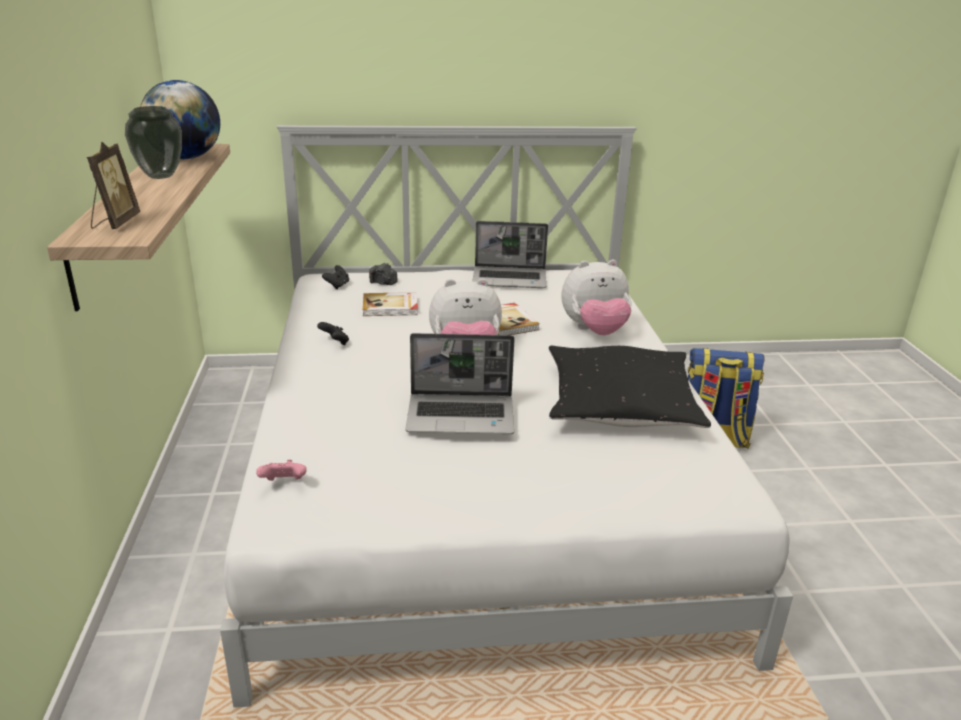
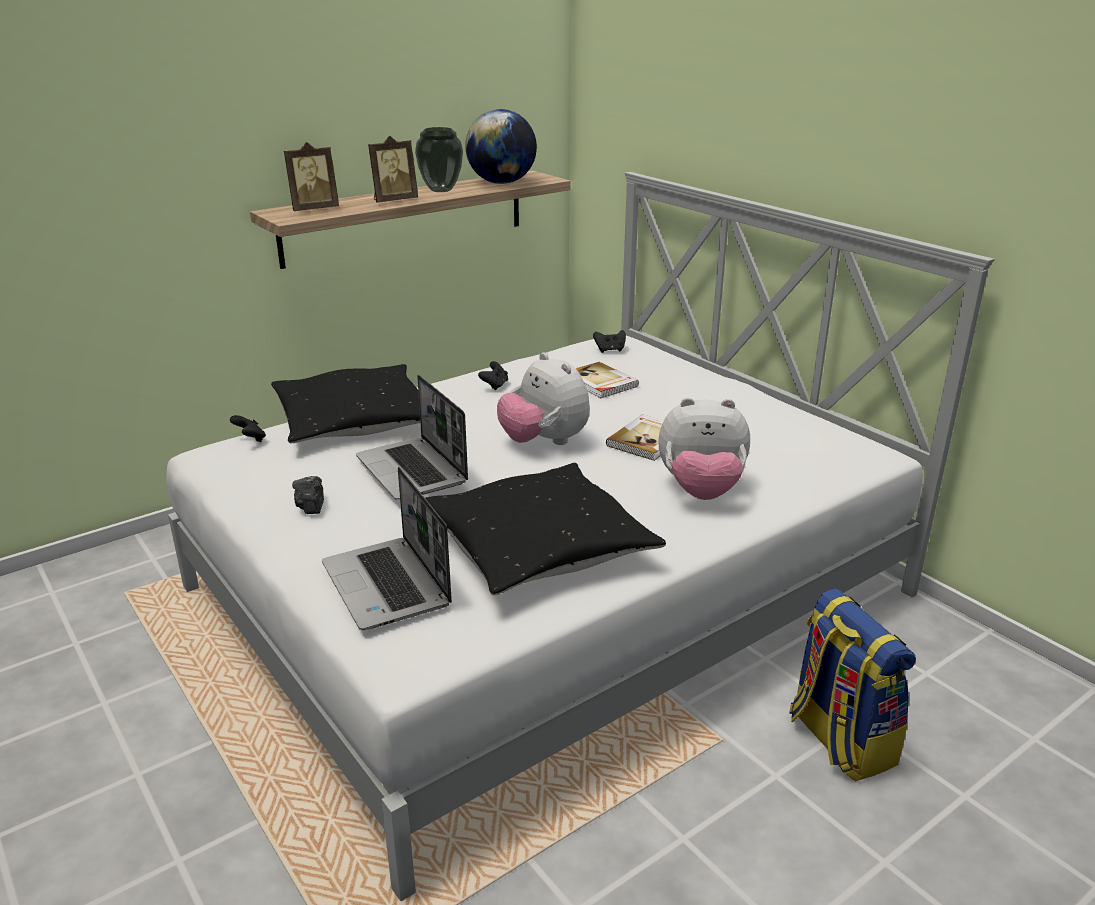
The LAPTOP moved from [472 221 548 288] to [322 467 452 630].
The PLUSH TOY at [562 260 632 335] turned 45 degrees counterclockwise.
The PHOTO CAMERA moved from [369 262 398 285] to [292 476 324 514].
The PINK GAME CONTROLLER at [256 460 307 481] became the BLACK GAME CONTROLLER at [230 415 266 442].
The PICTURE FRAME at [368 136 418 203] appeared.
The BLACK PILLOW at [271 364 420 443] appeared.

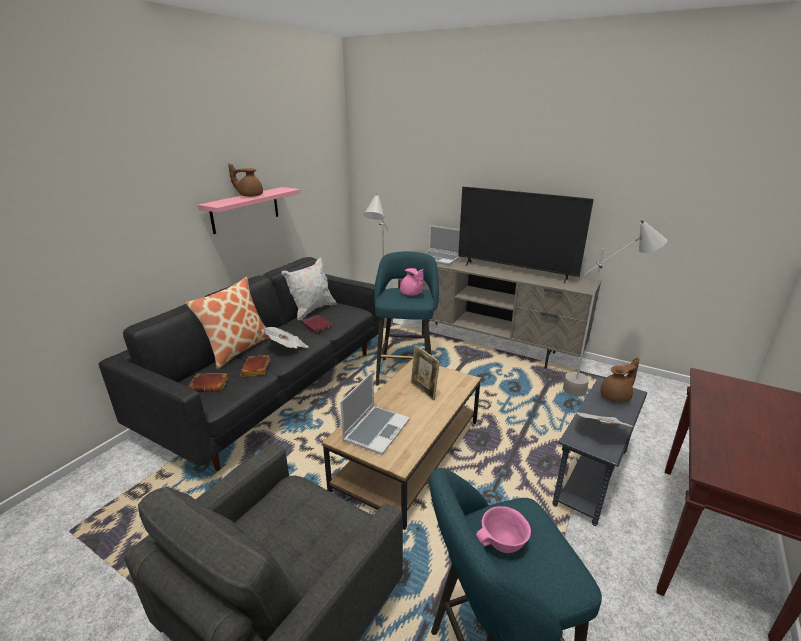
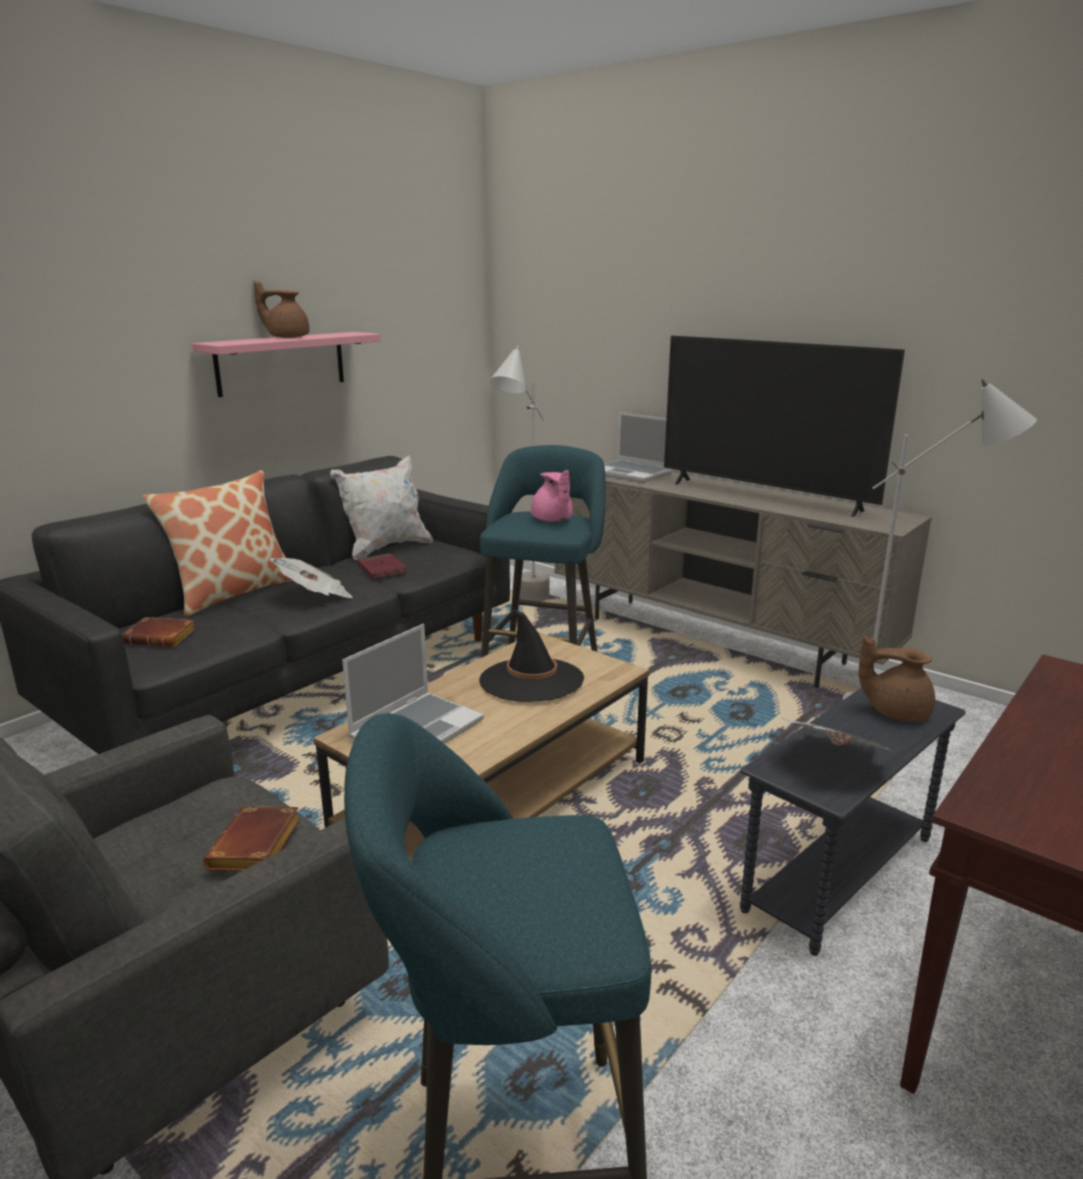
The PICTURE FRAME at [411 345 440 401] was replaced by the BLACK HAT at [479 609 584 702].
The BROWN BOOK moved from [240 355 270 377] to [203 806 301 871].
The BROWN TEAPOT at [600 357 640 403] turned 150 degrees counterclockwise.
The PINK BOWL at [476 506 531 553] disappeared.

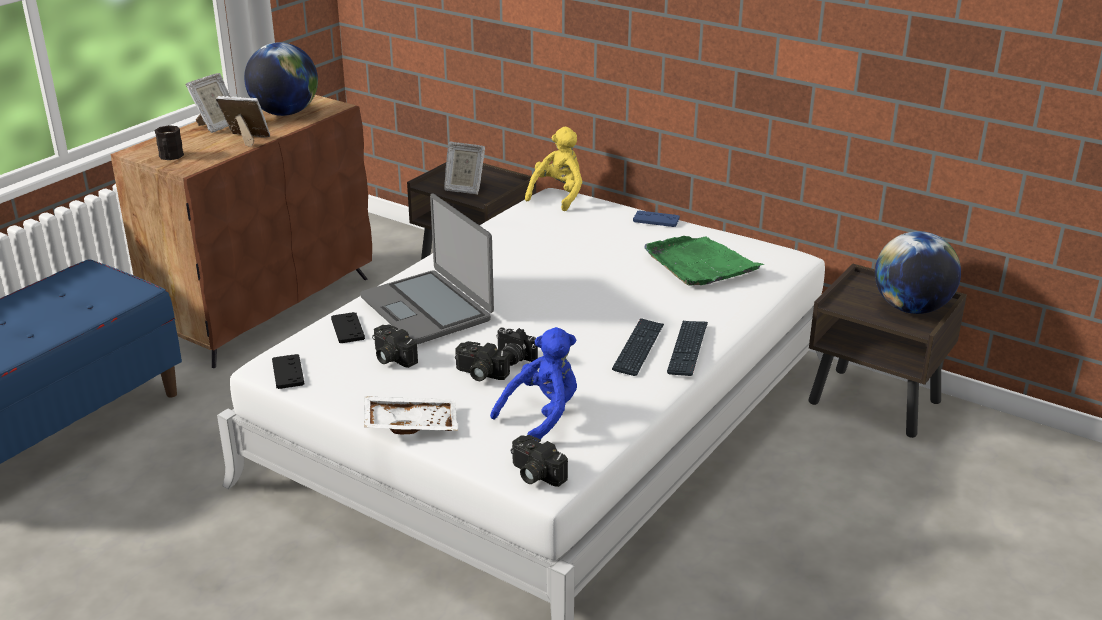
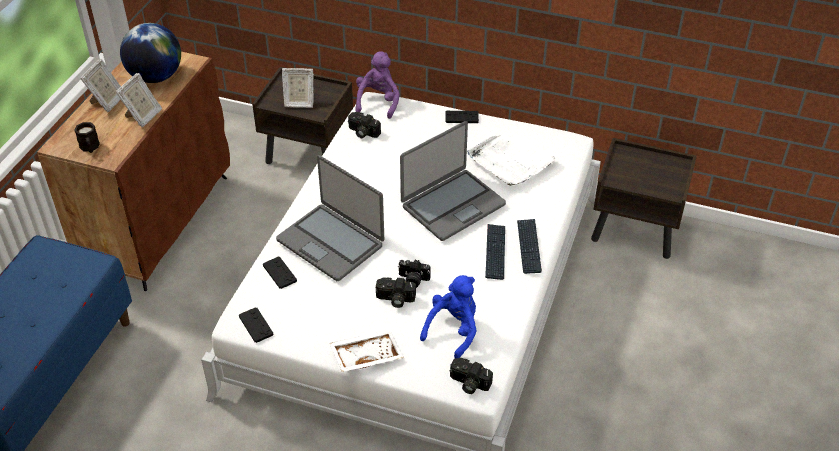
The PICTURE FRAME at [216 96 270 147] turned 120 degrees clockwise.
The YELLOW PLUSH TOY at [525 127 582 211] became the PURPLE PLUSH TOY at [355 51 400 119].
The BLUE GAME CONTROLLER at [633 210 680 227] became the BLACK GAME CONTROLLER at [445 111 479 123].
The GLOBE at [875 231 961 314] disappeared.
The GREEN TRAY at [644 236 764 286] became the WHITE TRAY at [467 132 559 186].
The PHOTO CAMERA moved from [372 325 418 368] to [348 112 381 138].
The LAPTOP at [400 121 506 241] appeared.

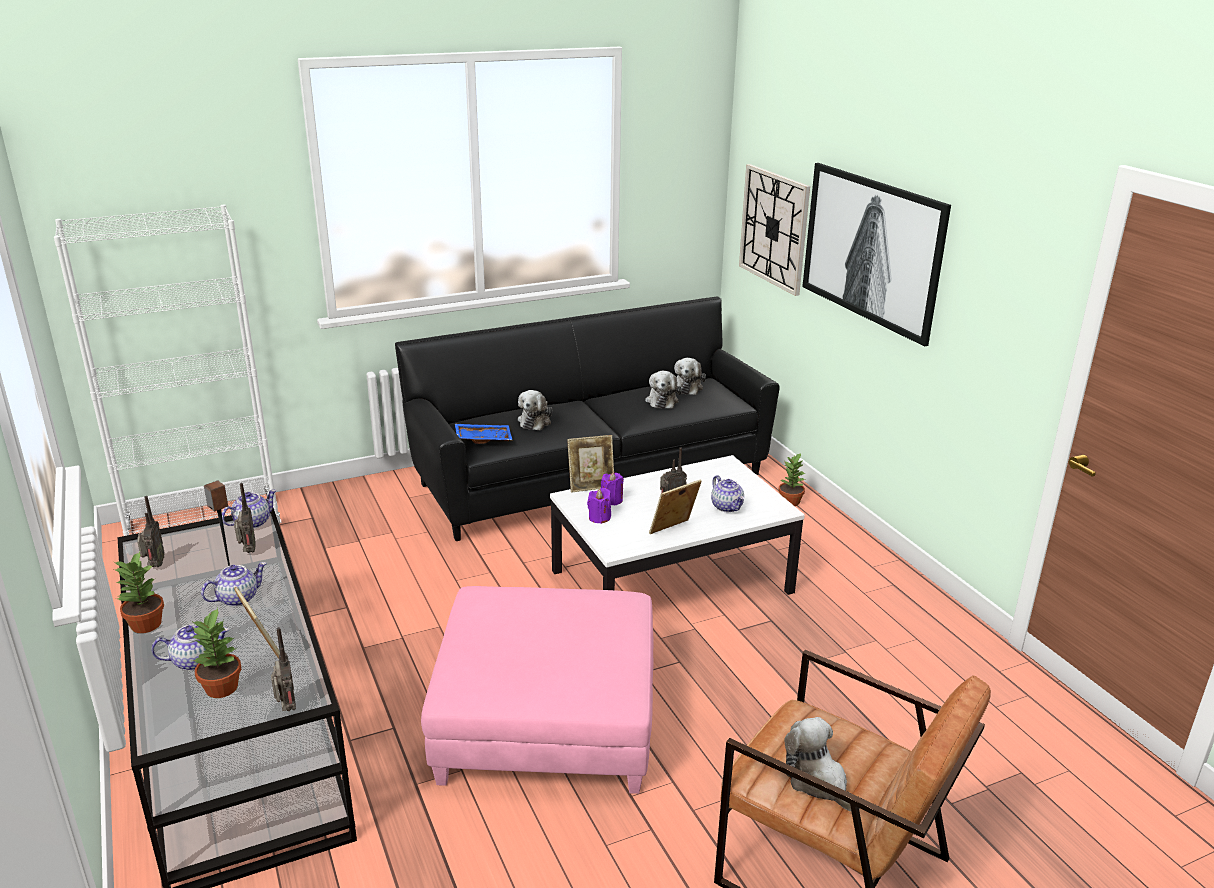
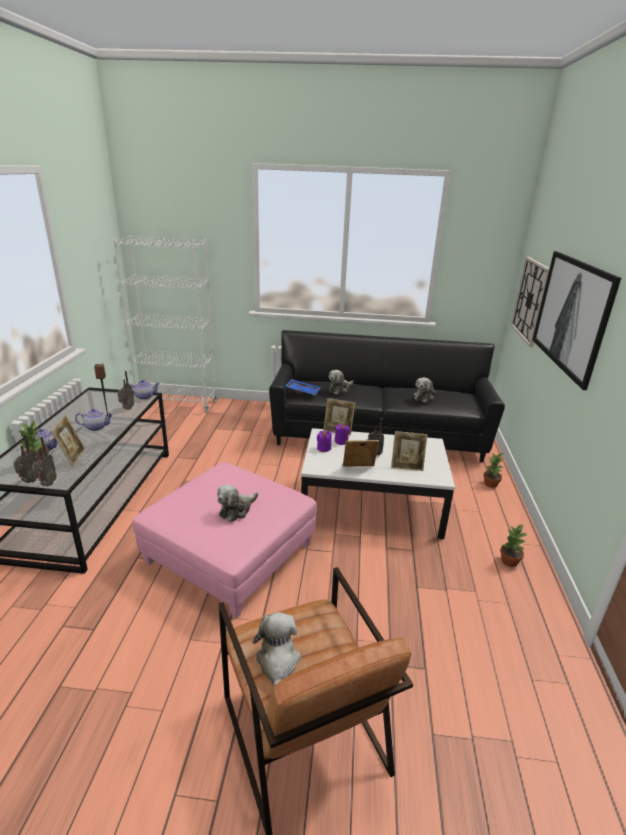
The PLUSH TOY moved from [674 358 706 395] to [217 485 258 522].
The TEAPOT at [711 475 744 512] was replaced by the PICTURE FRAME at [391 431 428 471].
The RADIO moved from [137 496 165 567] to [13 434 38 483].
The POTTED PLANT moved from [114 551 164 633] to [500 524 528 567].

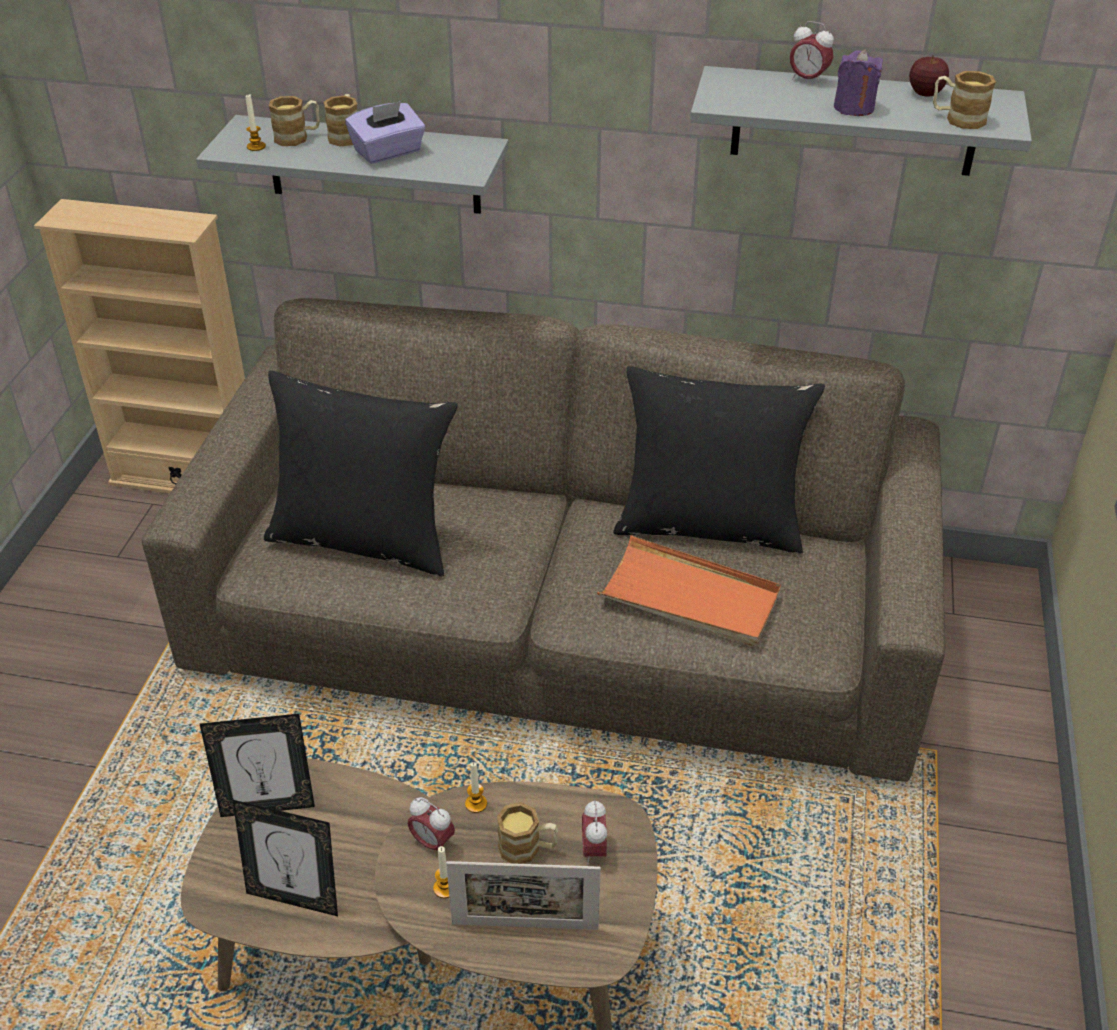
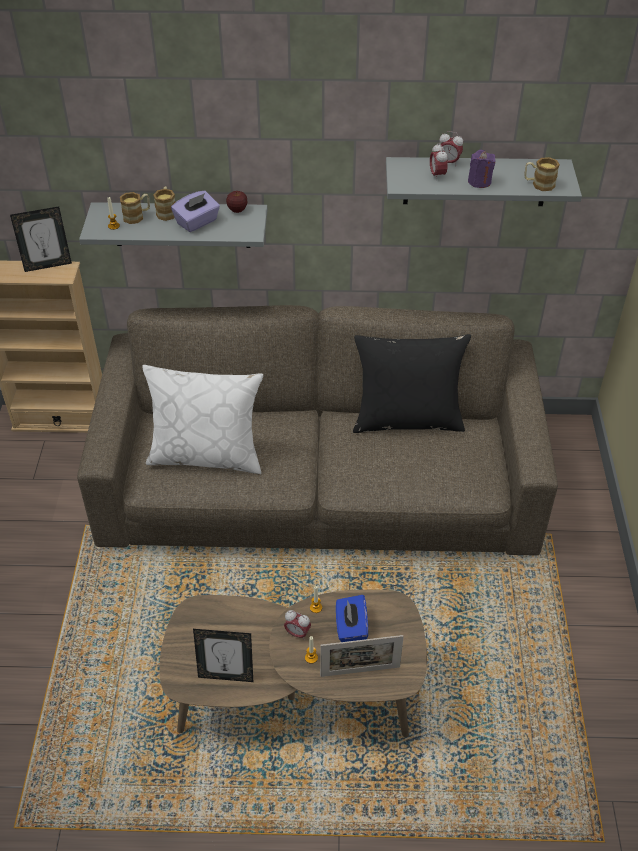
The APPLE moved from [909 55 949 97] to [226 191 247 213].
The BLACK PILLOW at [264 371 458 577] became the WHITE PILLOW at [142 365 263 474].
The ORANGE TRAY at [597 535 781 646] disappeared.
The PICTURE FRAME moved from [200 714 315 817] to [10 206 72 272].
The ALARM CLOCK moved from [582 800 607 865] to [430 143 448 181].
The MUG at [497 802 558 864] was replaced by the BLUE TISSUE BOX at [336 595 368 642].

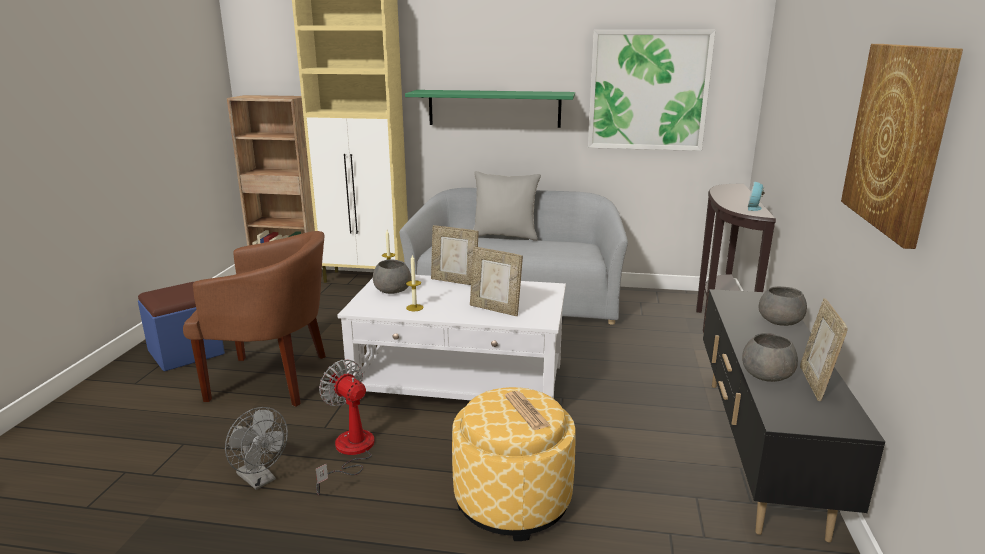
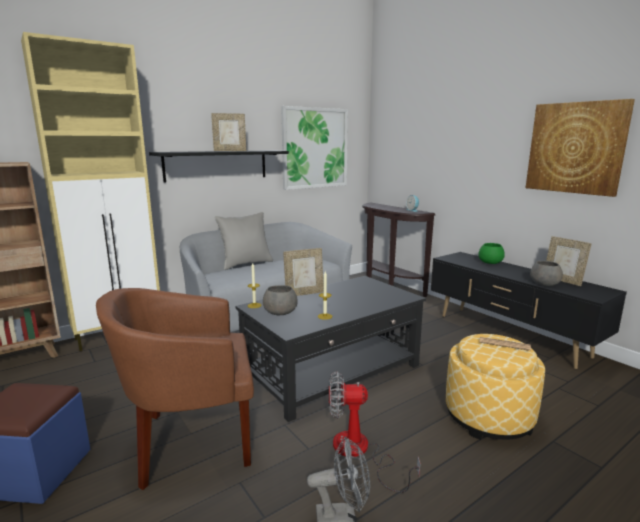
The GREEN SHELF at [405 90 575 128] became the BLACK SHELF at [149 150 289 183].
The BROWN ARMCHAIR at [183 231 326 407] turned 150 degrees counterclockwise.
The PICTURE FRAME moved from [470 246 523 316] to [211 113 246 151].
The WHITE COFFEE TABLE at [337 275 566 400] became the BLACK COFFEE TABLE at [235 276 426 422].
The GREY BOWL at [759 286 807 326] became the GREEN BOWL at [478 243 505 264].

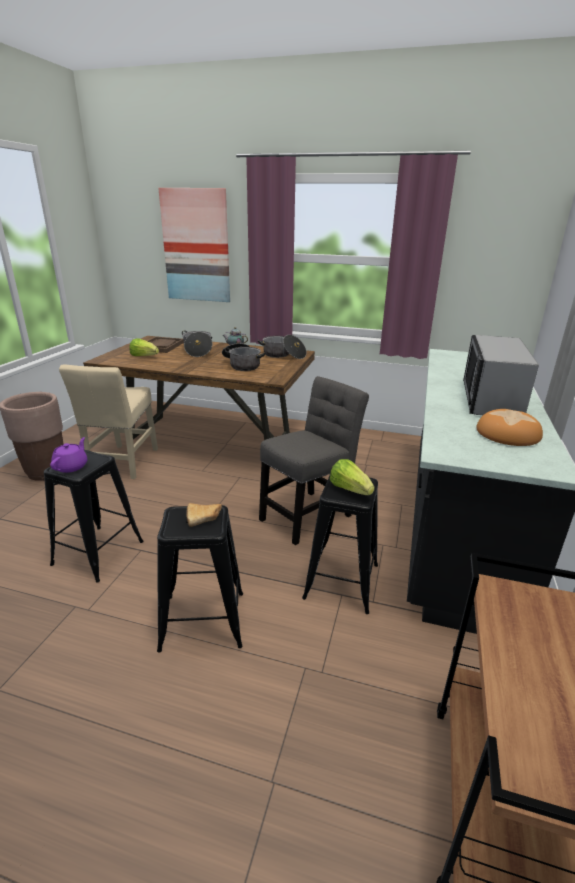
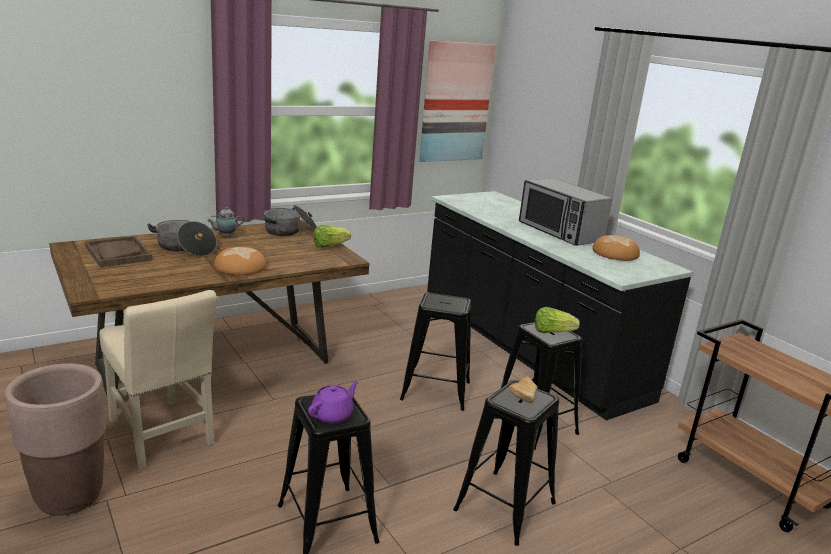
The PICTURE moved from [158 188 230 302] to [419 41 496 162].
The LETTUCE moved from [129 338 159 356] to [313 225 351 248].
The COOKING POT at [222 343 266 371] disappeared.
The GREY CHAIR at [259 376 369 545] was replaced by the BLACK STOOL at [400 293 471 411].
The PURPLE TEAPOT at [50 437 87 473] turned 75 degrees clockwise.
The BREAD at [214 246 266 275] appeared.

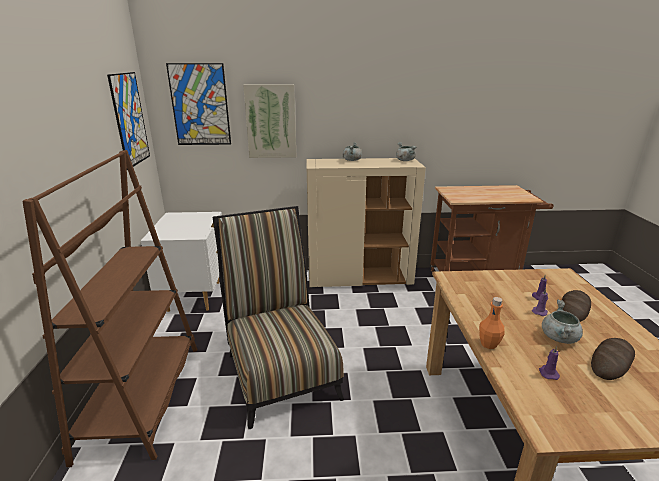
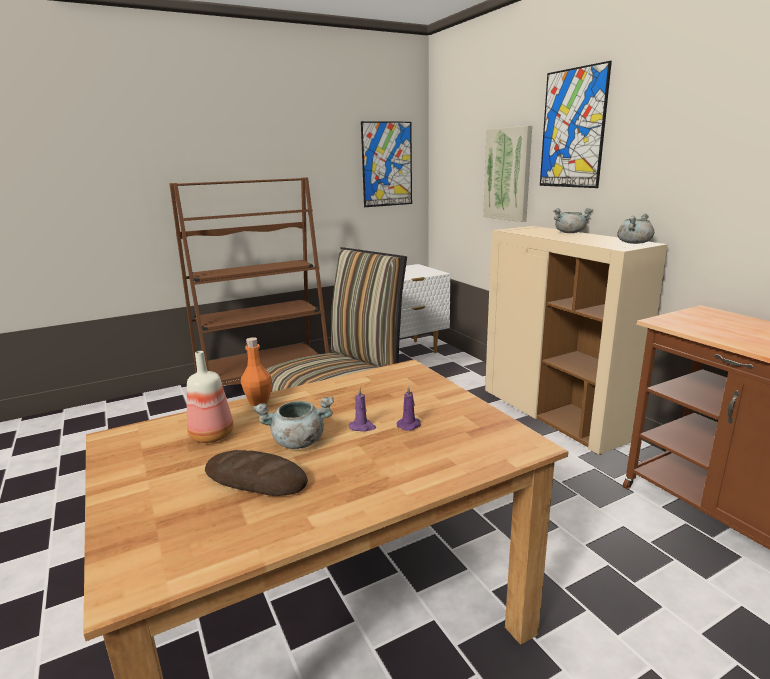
The PICTURE moved from [166 63 231 145] to [540 61 612 188].
The BREAD at [561 290 591 322] disappeared.
The PURPLE CANDLE at [539 346 560 380] was replaced by the BOTTLE at [187 351 234 443].

